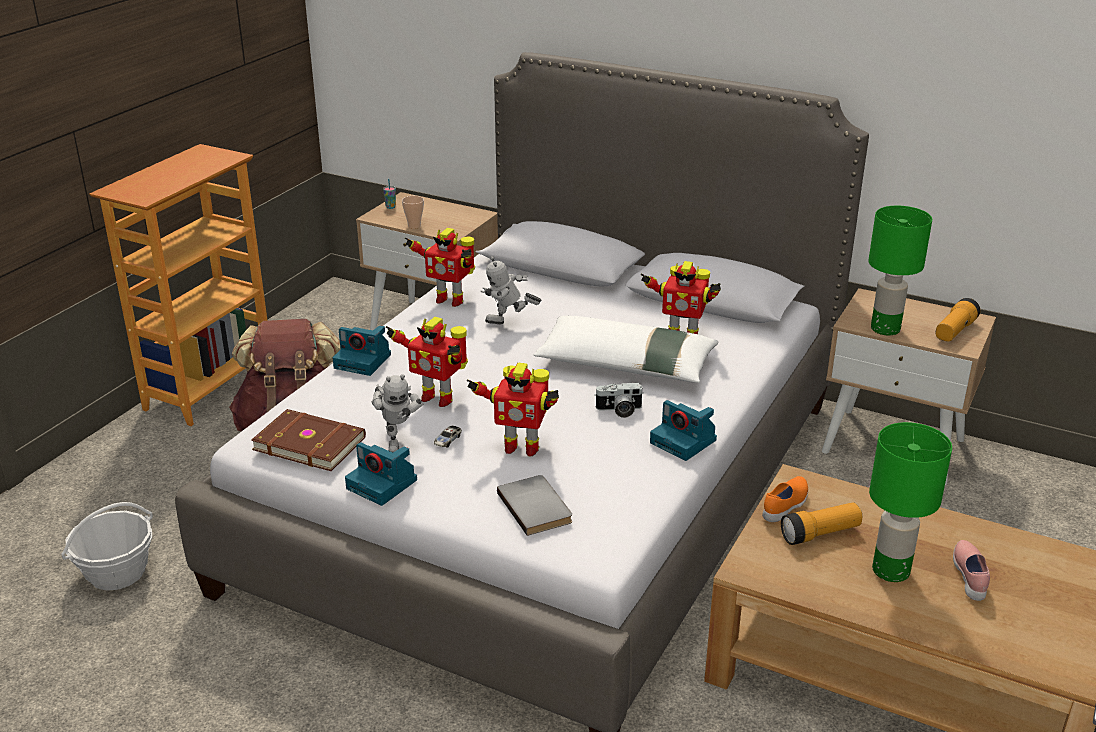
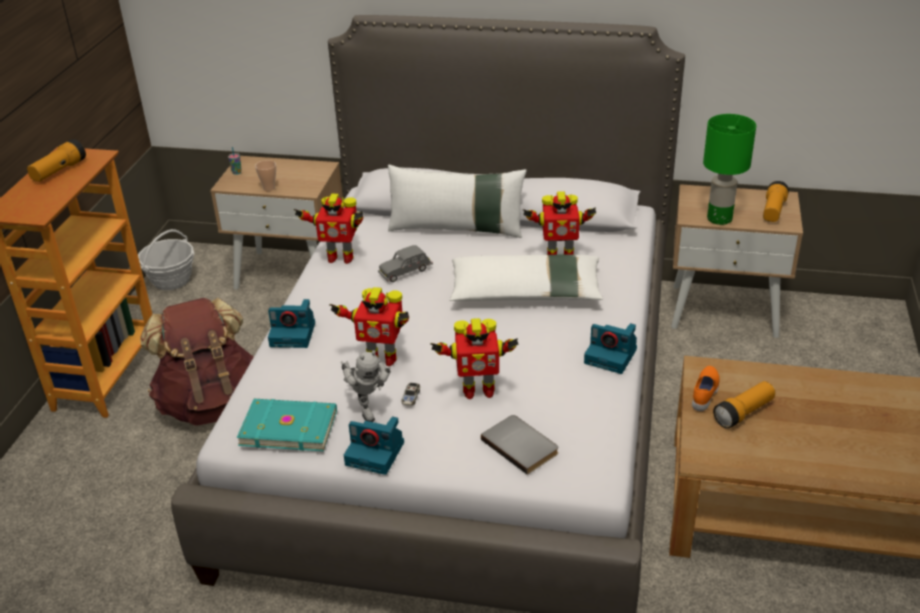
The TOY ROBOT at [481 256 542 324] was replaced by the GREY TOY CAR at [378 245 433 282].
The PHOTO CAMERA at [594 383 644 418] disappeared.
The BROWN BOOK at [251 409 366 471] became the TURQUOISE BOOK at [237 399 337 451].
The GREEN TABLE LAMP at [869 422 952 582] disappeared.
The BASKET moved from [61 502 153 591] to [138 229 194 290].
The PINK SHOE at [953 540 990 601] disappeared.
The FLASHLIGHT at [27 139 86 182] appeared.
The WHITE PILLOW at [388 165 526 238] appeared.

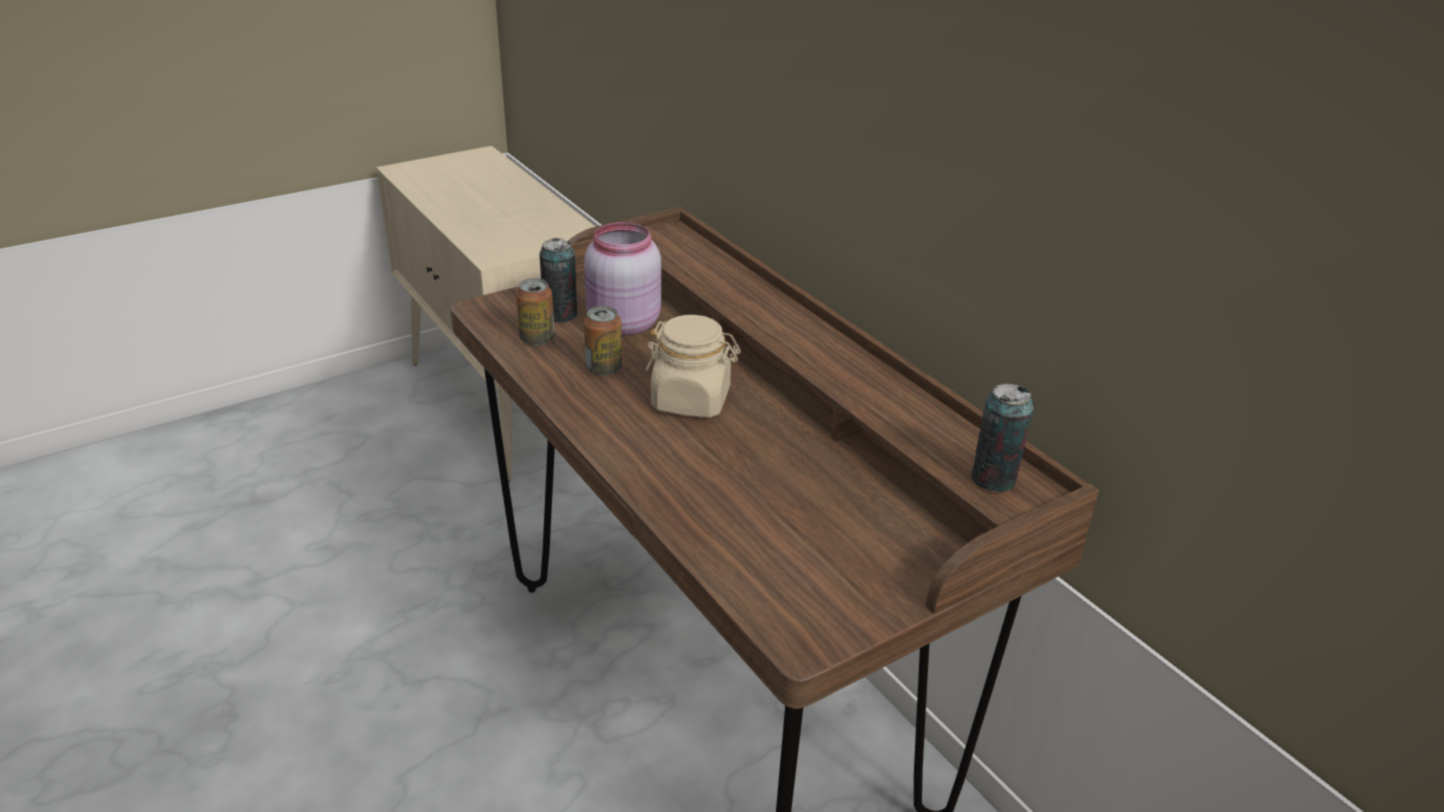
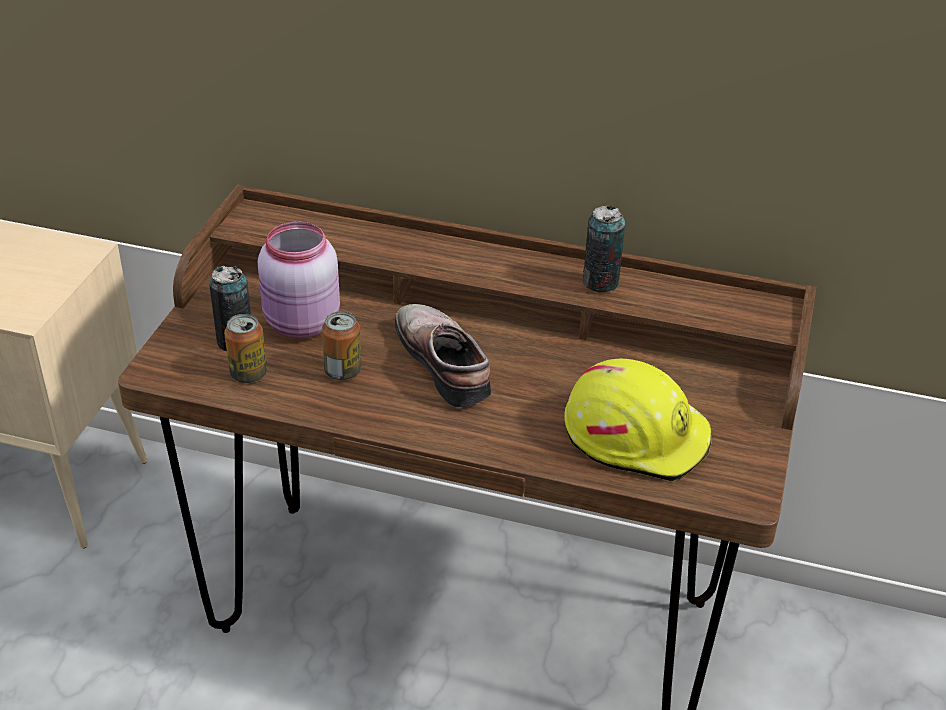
The BEIGE JAR at [645 315 741 418] was replaced by the SHOE at [395 304 491 407].
The CAN moved from [970 383 1034 492] to [583 205 625 293].
The YELLOW HARD HAT at [564 359 711 482] appeared.

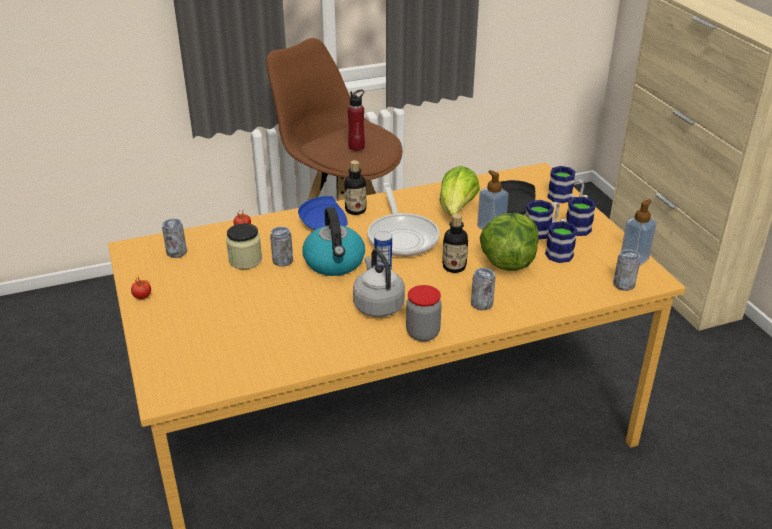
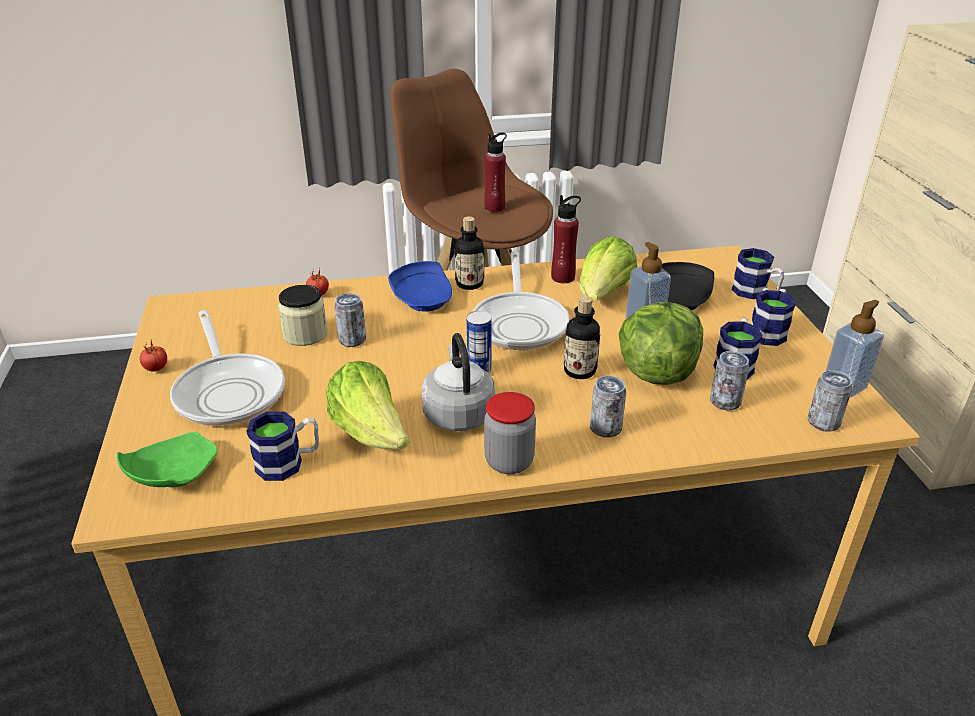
The MUG moved from [526 200 560 240] to [246 411 319 481].
The KETTLE at [302 207 365 276] disappeared.
The CAN moved from [162 218 187 258] to [710 351 749 410].
The RED BOTTLE at [551 195 581 283] appeared.
The FRYING PAN at [170 310 285 426] appeared.
The LETTUCE at [326 361 409 449] appeared.
The GREEN PLATE at [117 432 217 487] appeared.

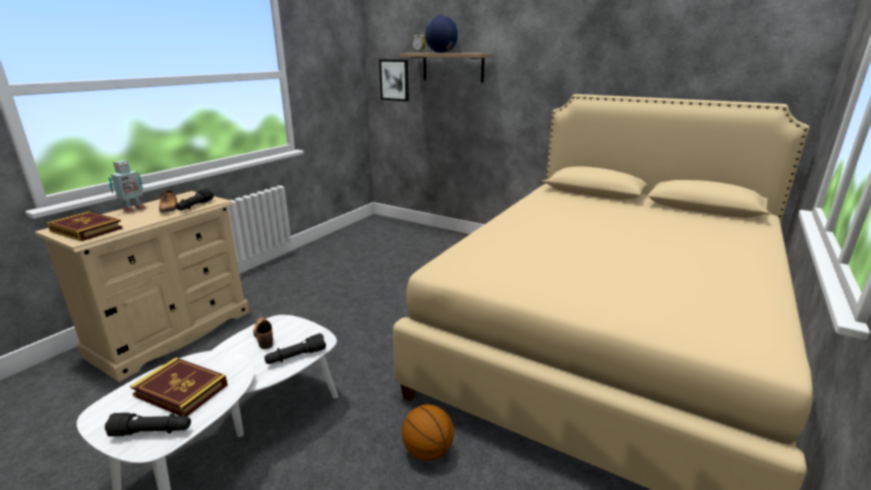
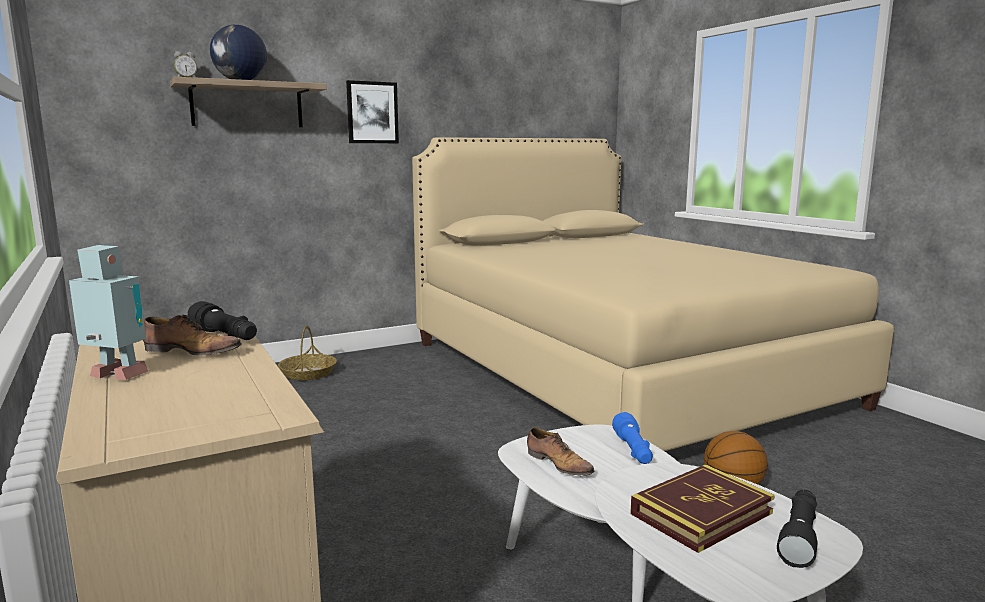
The PICTURE moved from [379 59 409 101] to [346 80 399 143].
The TOY ROBOT at [109 160 146 213] turned 45 degrees counterclockwise.
The BOOK at [47 211 123 241] disappeared.
The SHOE at [253 317 273 349] turned 135 degrees counterclockwise.
The BLACK FLASHLIGHT at [264 333 326 364] became the BLUE FLASHLIGHT at [612 412 653 464].
The BASKET at [278 326 337 380] appeared.

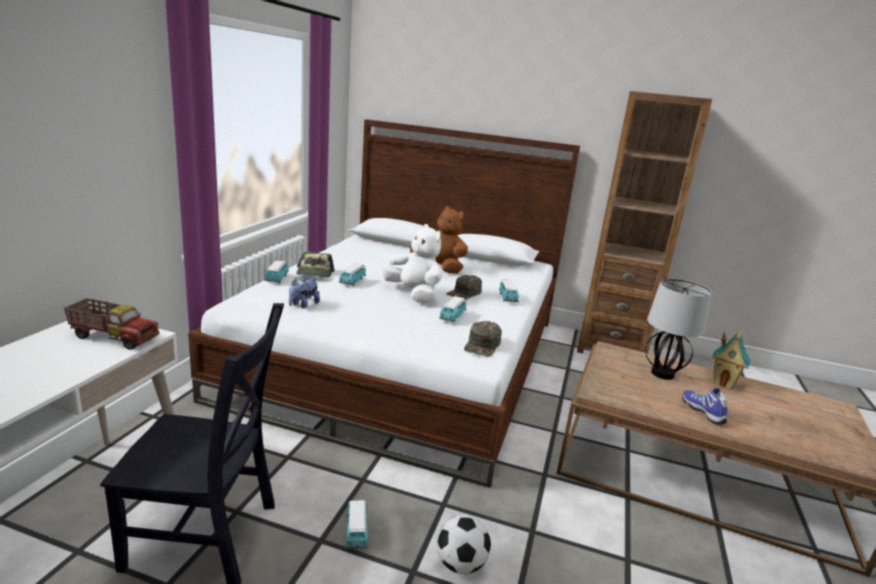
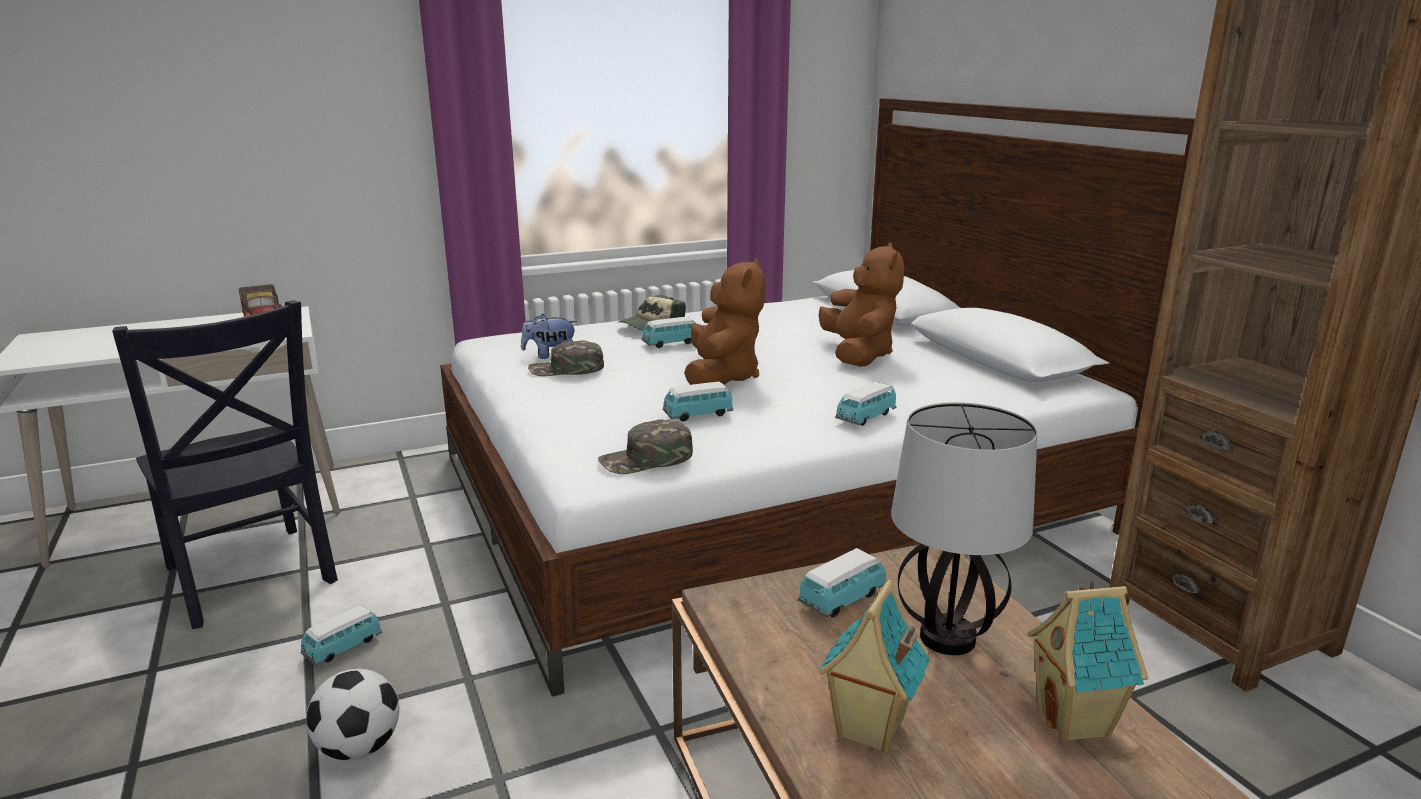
The WHITE PLUSH TOY at [382 224 442 303] became the BROWN PLUSH TOY at [684 258 765 385].
The TOY CAR moved from [265 261 289 283] to [798 548 886 618].
The GREEN CAP moved from [446 275 482 300] to [528 340 604 376].
The SHOE at [682 388 727 425] was replaced by the TOY HOUSE at [818 580 930 754].

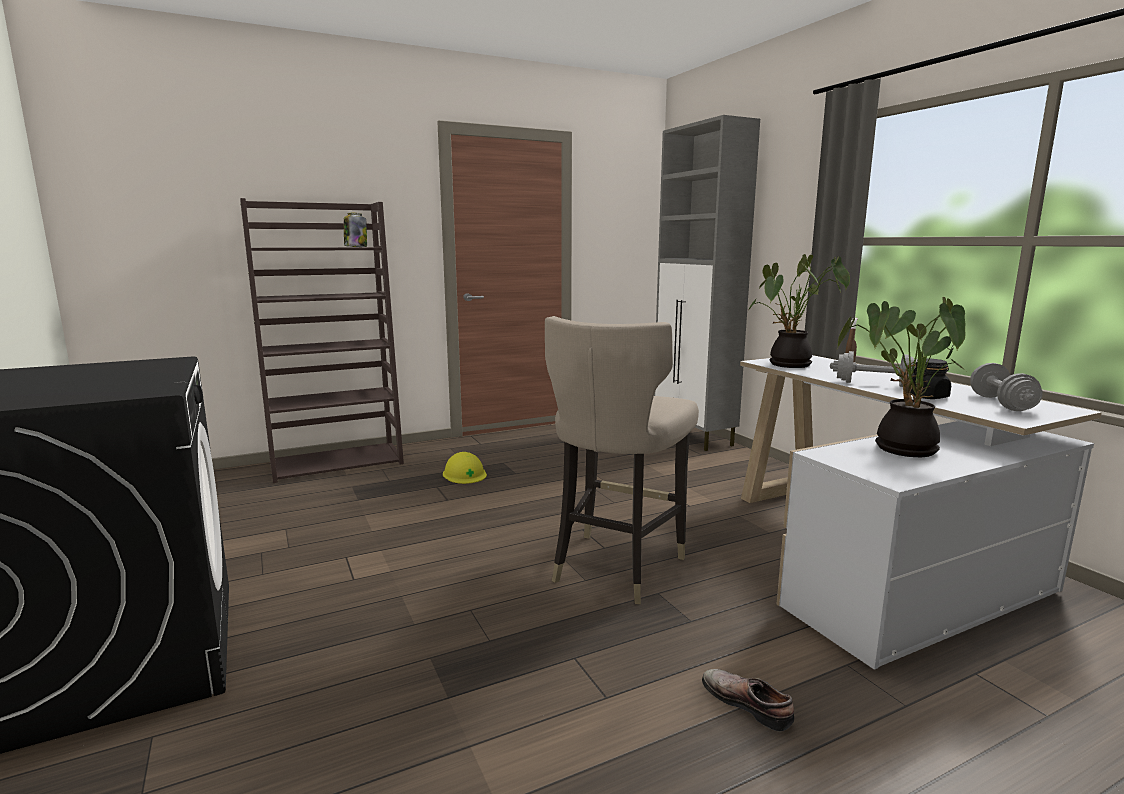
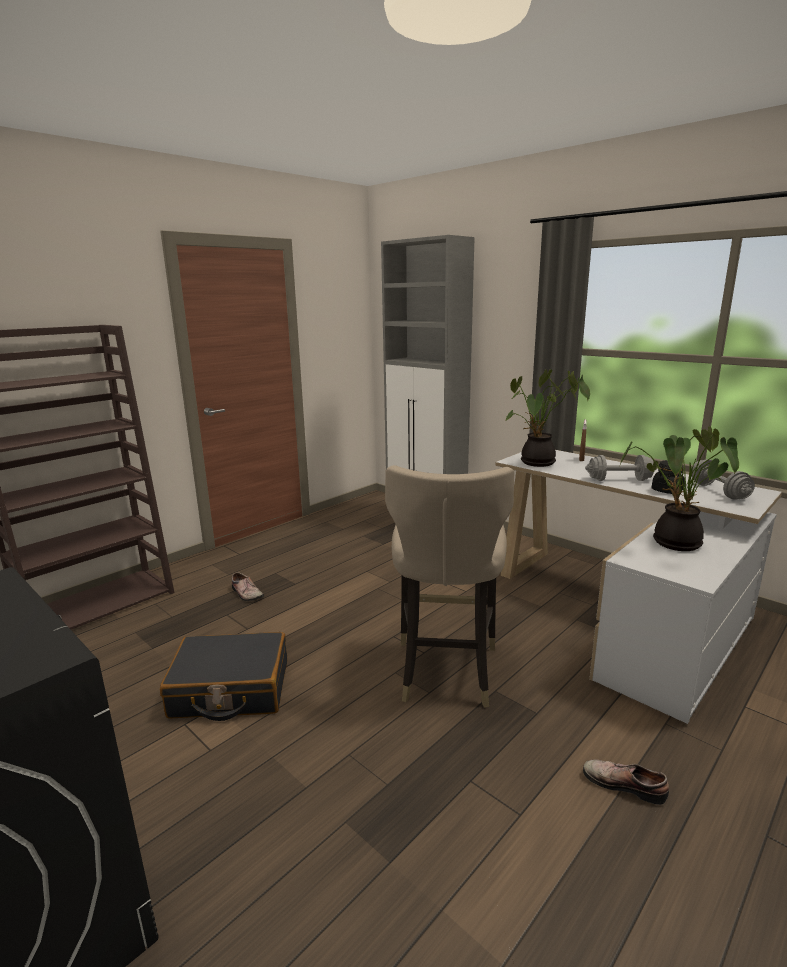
The JAR at [344 213 367 247] disappeared.
The YELLOW HARD HAT at [443 452 487 484] was replaced by the SHOE at [232 572 264 601].
The BLACK SUITCASE at [160 632 287 721] appeared.

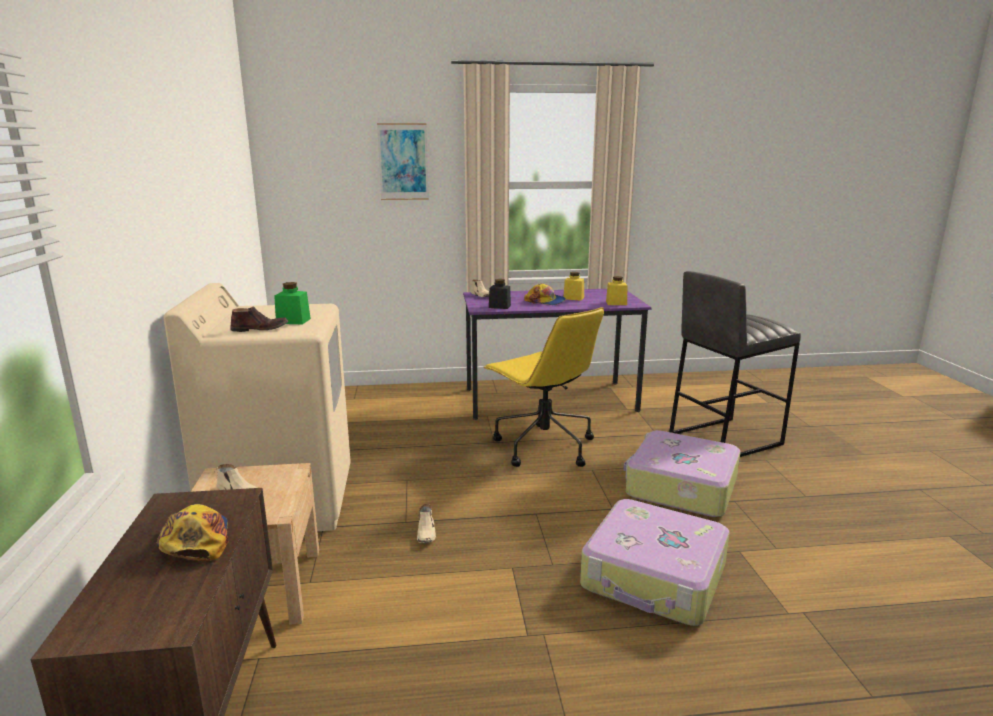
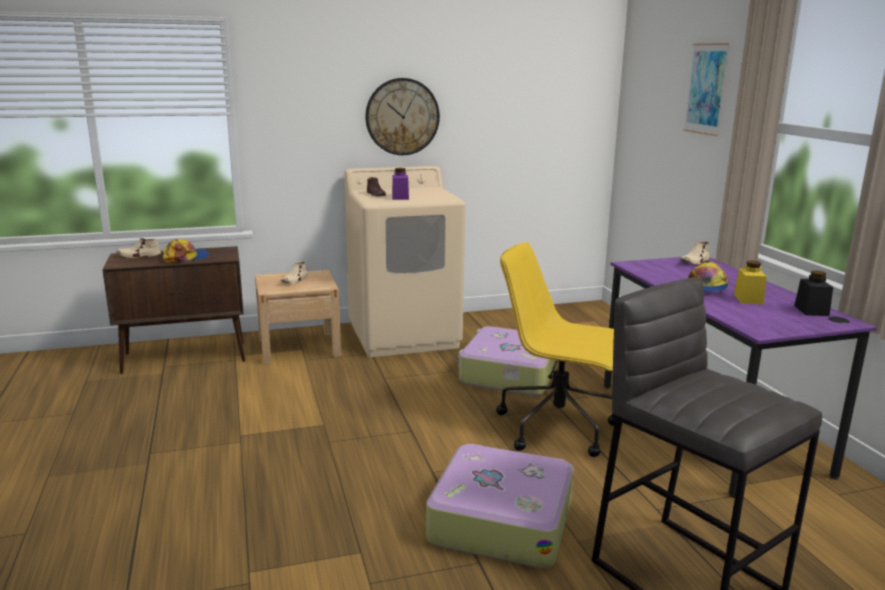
The YELLOW JAR at [606 276 628 305] disappeared.
The BLACK JAR moved from [489 279 511 309] to [794 270 833 316].
The GREEN JAR at [274 282 311 324] became the PURPLE JAR at [392 168 409 200].
The YELLOW OFFICE CHAIR at [484 307 604 467] turned 75 degrees clockwise.
The SUITCASE moved from [580 499 729 626] to [457 326 559 396].
The BEIGE SHOE moved from [417 504 436 543] to [116 238 161 258].
The WALL CLOCK at [365 78 440 155] appeared.

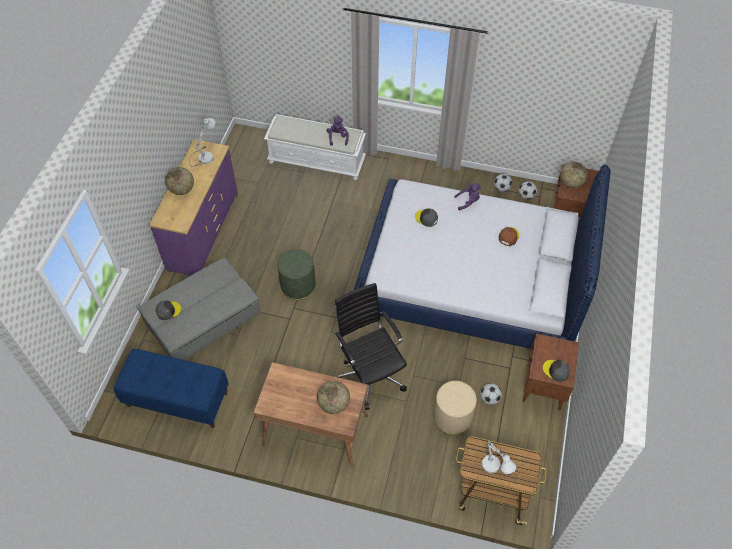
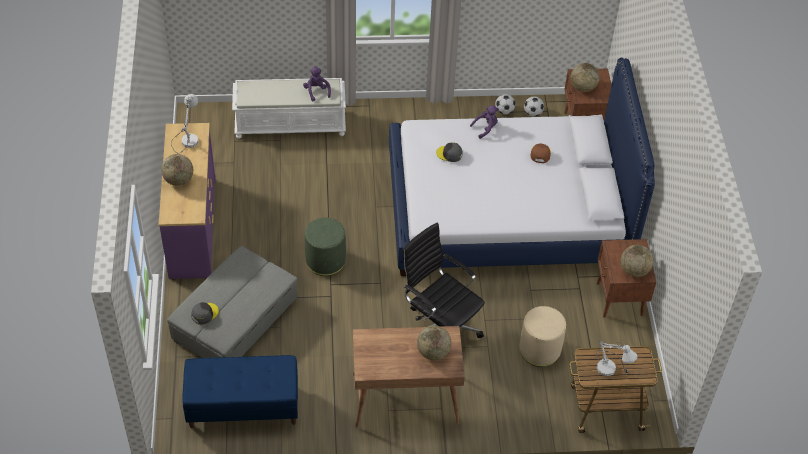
The GREY CAP at [543 360 570 382] was replaced by the GLOBE at [621 245 653 277].
The FOOTBALL at [480 383 502 405] disappeared.

